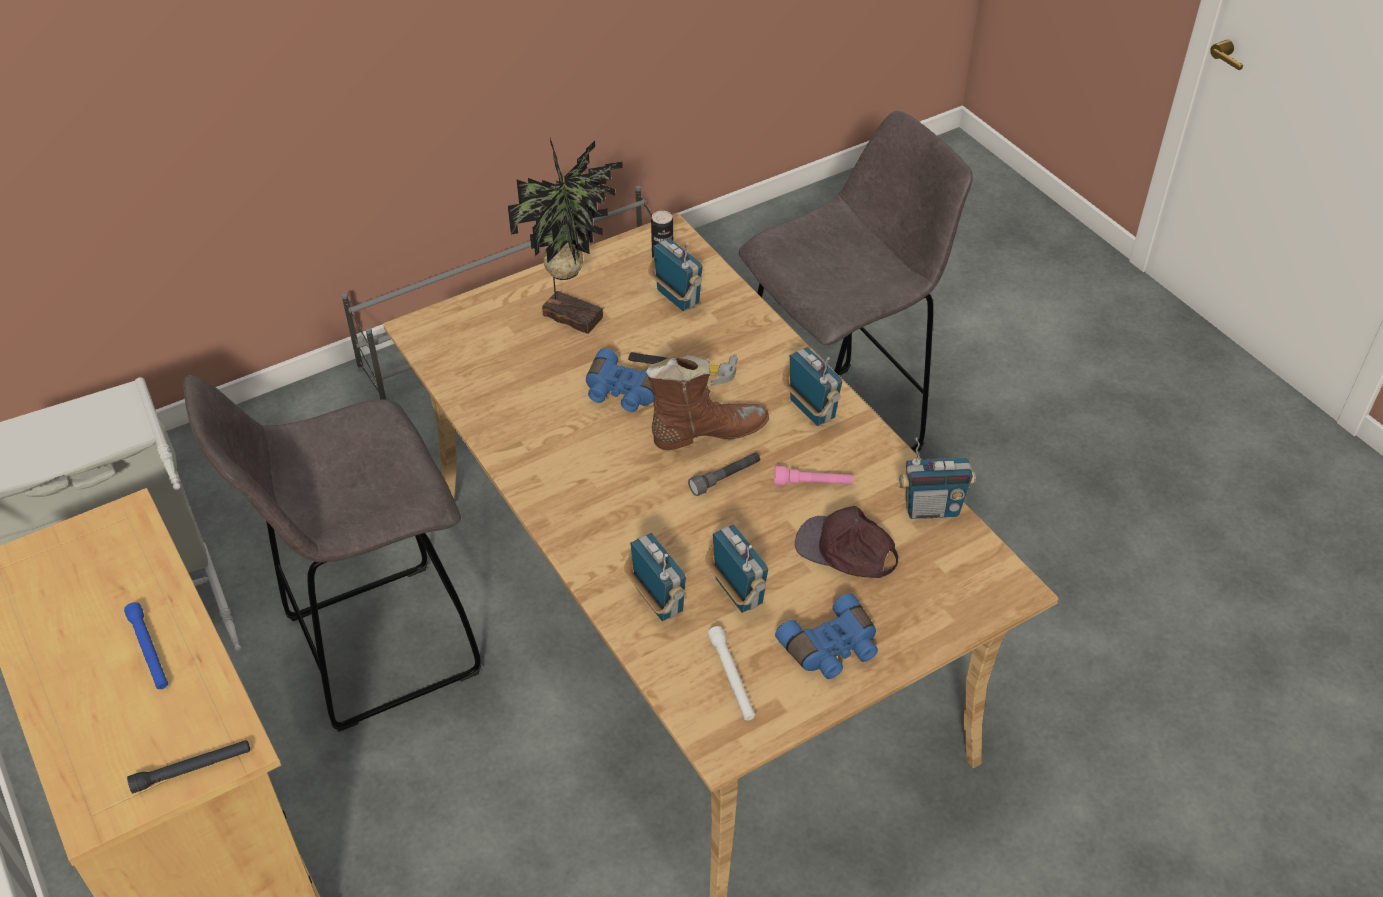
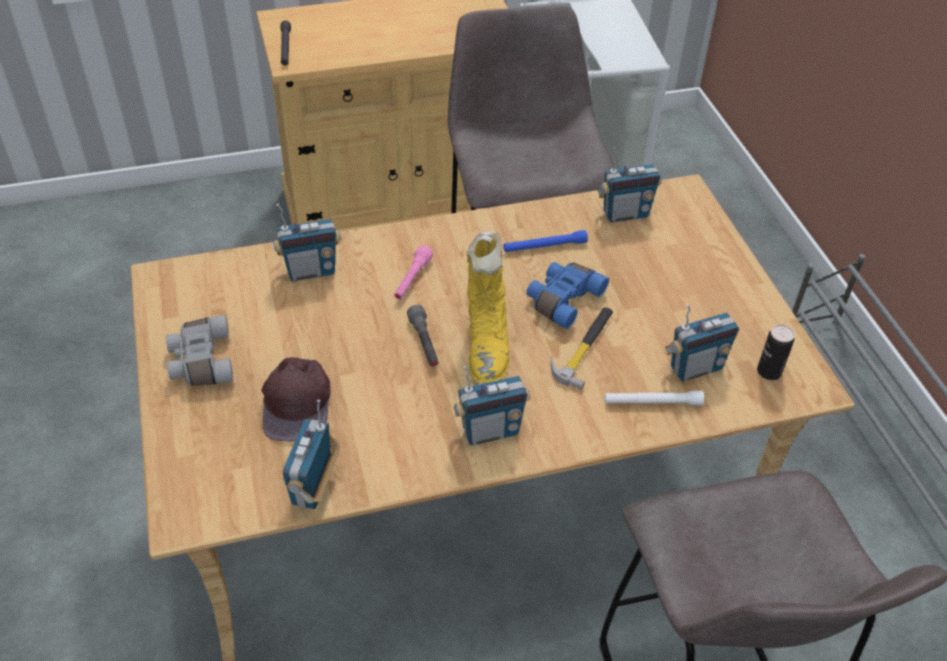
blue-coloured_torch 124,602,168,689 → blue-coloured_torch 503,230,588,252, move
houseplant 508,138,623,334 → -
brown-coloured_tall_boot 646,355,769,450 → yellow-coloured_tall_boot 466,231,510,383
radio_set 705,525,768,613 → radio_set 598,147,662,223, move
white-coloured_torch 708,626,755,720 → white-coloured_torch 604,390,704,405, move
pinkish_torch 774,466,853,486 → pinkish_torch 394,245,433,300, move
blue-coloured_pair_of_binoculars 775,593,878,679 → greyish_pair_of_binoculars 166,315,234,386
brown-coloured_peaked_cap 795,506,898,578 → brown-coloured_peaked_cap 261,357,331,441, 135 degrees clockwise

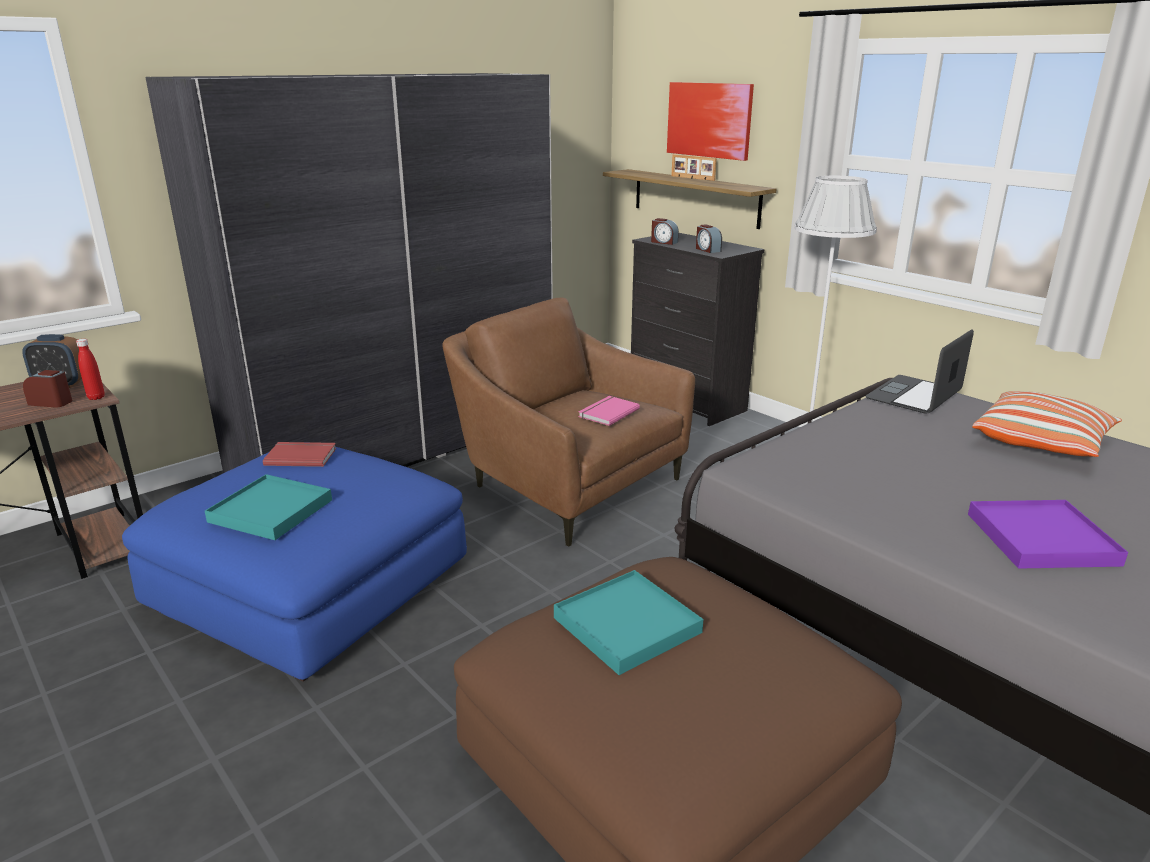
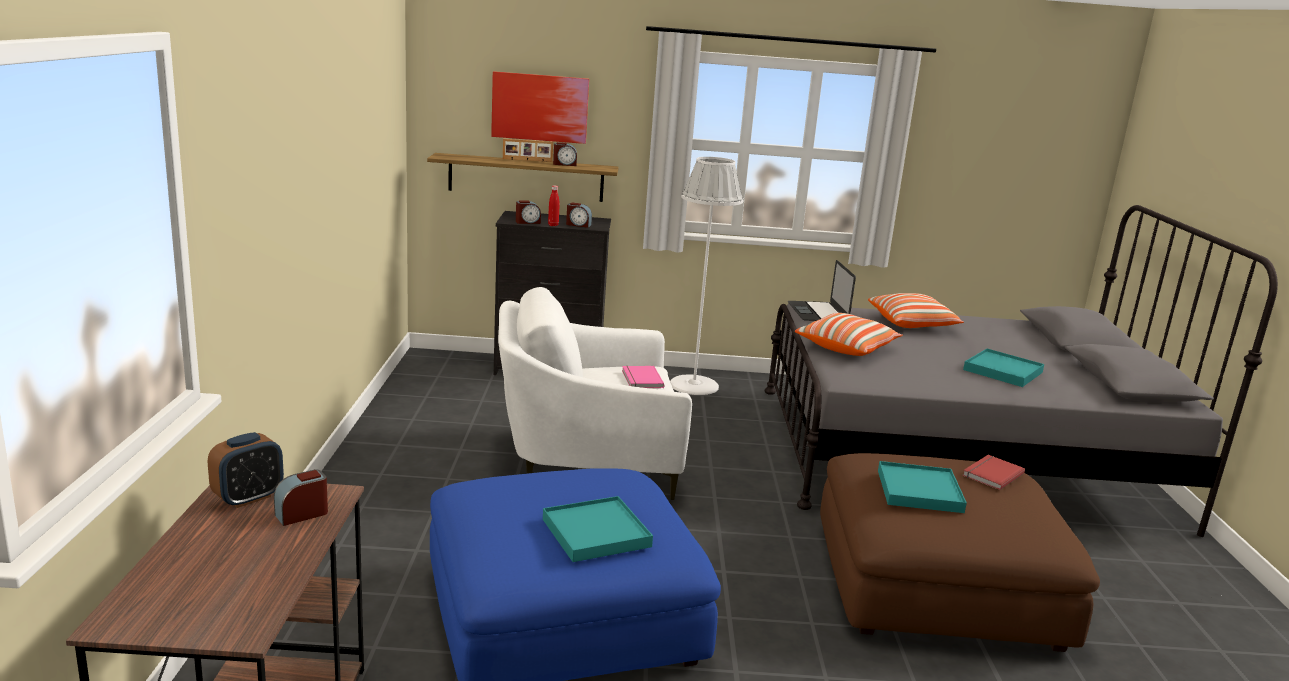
red_beverage_bottle 76,339,105,400 → red_beverage_bottle 548,185,560,226, move
greyish_wardrobe 146,73,553,473 → -
red_book 263,442,336,467 → red_book 963,455,1025,490, move
brown-coloured_armchair 442,298,695,547 → white-coloured_armchair 498,287,692,500
purplish_serving_tray 968,500,1128,569 → turquoise-coloured_serving_tray 963,349,1044,387
- → bedside_clock 553,142,577,166
- → pillow 795,313,903,356

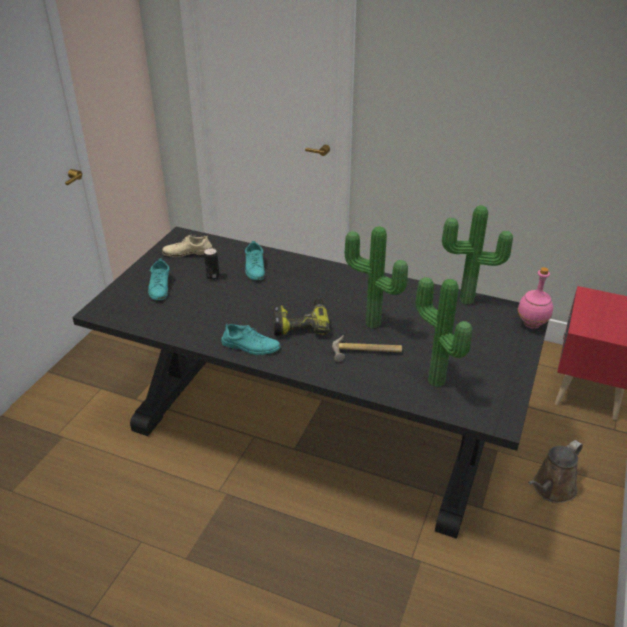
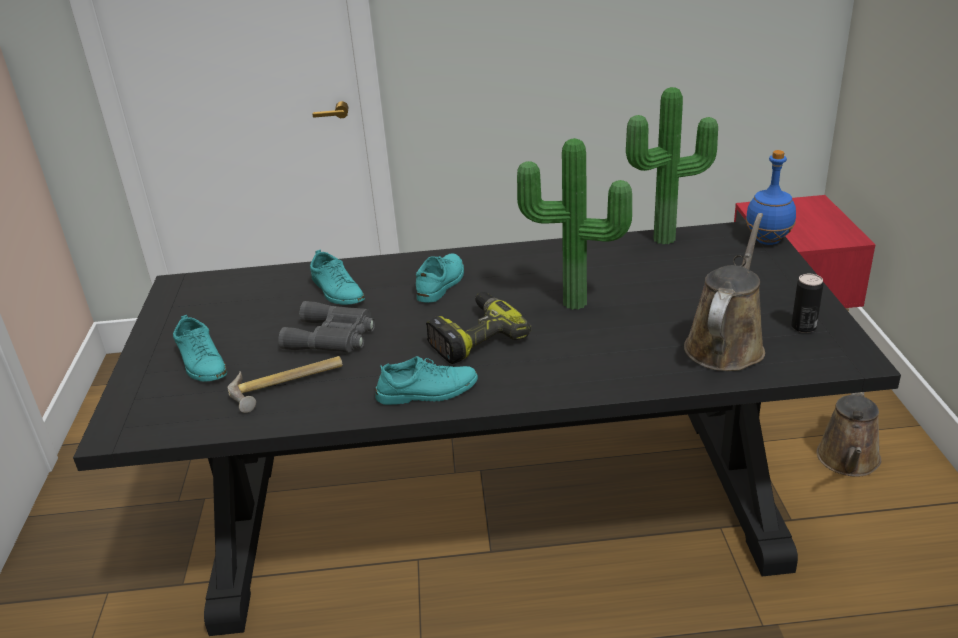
beige-coloured_low_shoe 162,235,213,257 → -
can 204,248,220,280 → can 791,274,823,333, move
hammer 332,335,402,362 → hammer 228,356,343,413, move
houseplant 416,277,472,387 → brown-coloured_sprinkling_can 684,213,765,371
pinkish_beverage_bottle 517,267,553,329 → blue-coloured_beverage_bottle 746,150,796,245
- → greyish_pair_of_binoculars 278,301,375,352
- → turquoise-coloured_low_shoe 416,254,464,303

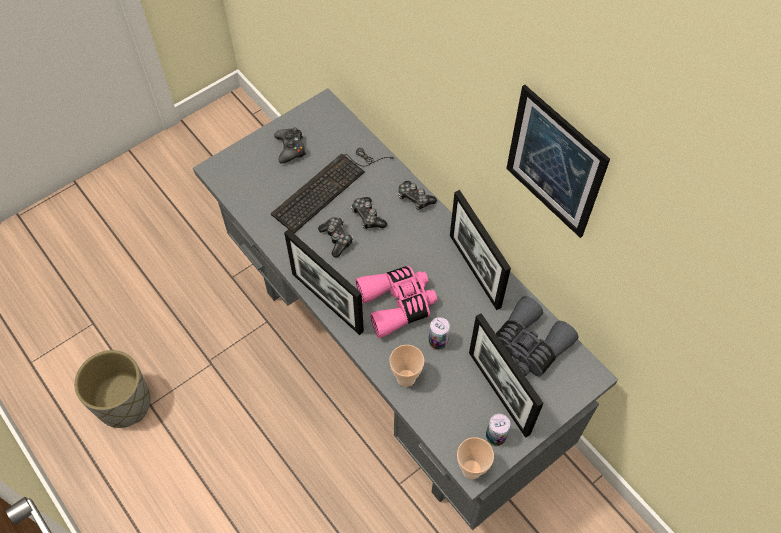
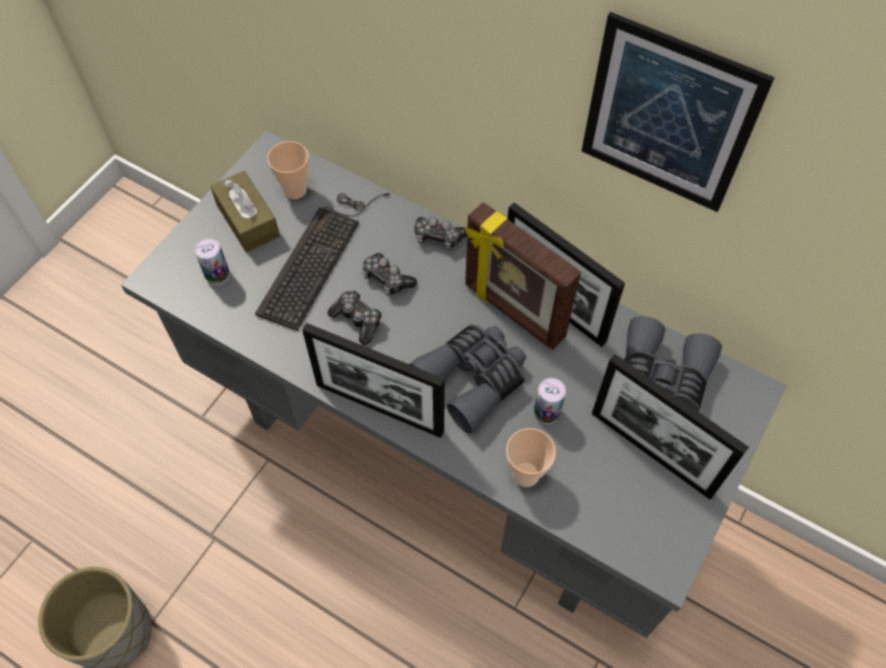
black-coloured_joypad 274,128,306,164 → brown-coloured_tissue_box 210,171,280,252
pinkish_pair_of_binoculars 355,266,437,338 → greyish_pair_of_binoculars 409,325,526,434
small_cup 457,437,494,479 → small_cup 267,141,309,199, move
can 486,414,510,447 → can 195,238,230,286, move
- → standing_frame 465,202,581,350

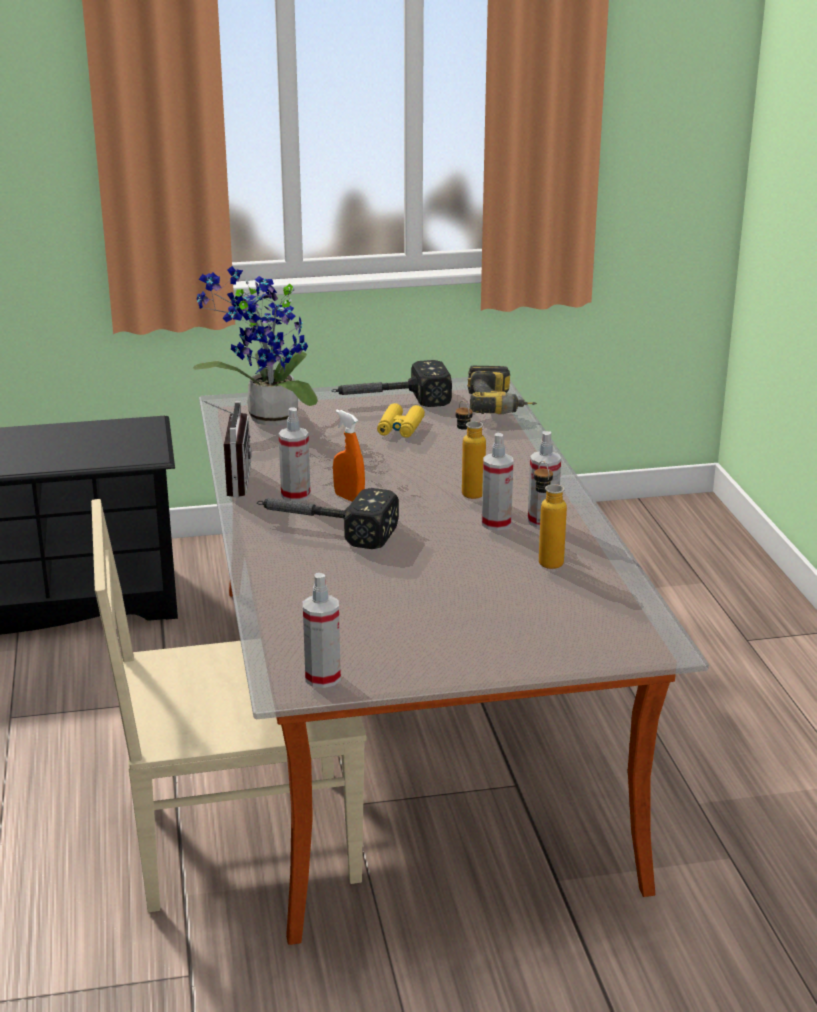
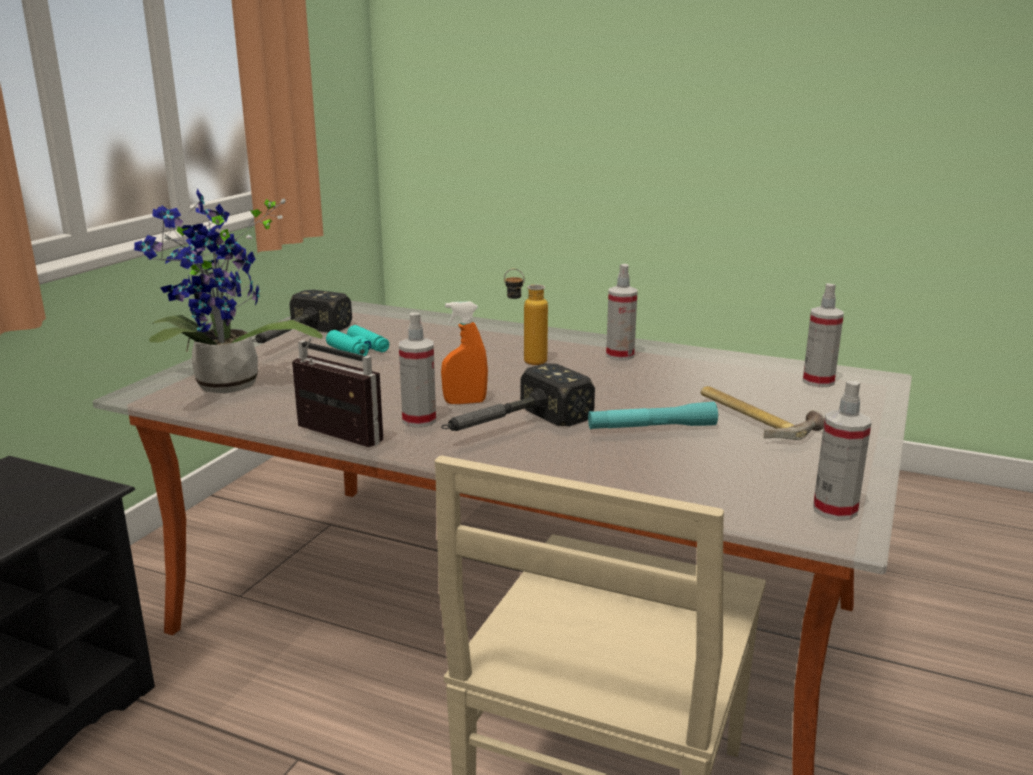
yellow-coloured_pair_of_binoculars 377,403,425,437 → turquoise-coloured_pair_of_binoculars 326,325,389,356
drill 467,366,537,414 → -
sprayer 482,433,514,531 → sprayer 803,283,844,387, move
beverage_bottle 534,461,567,569 → -
- → turquoise-coloured_torch 588,402,718,429
- → hammer 700,386,824,440

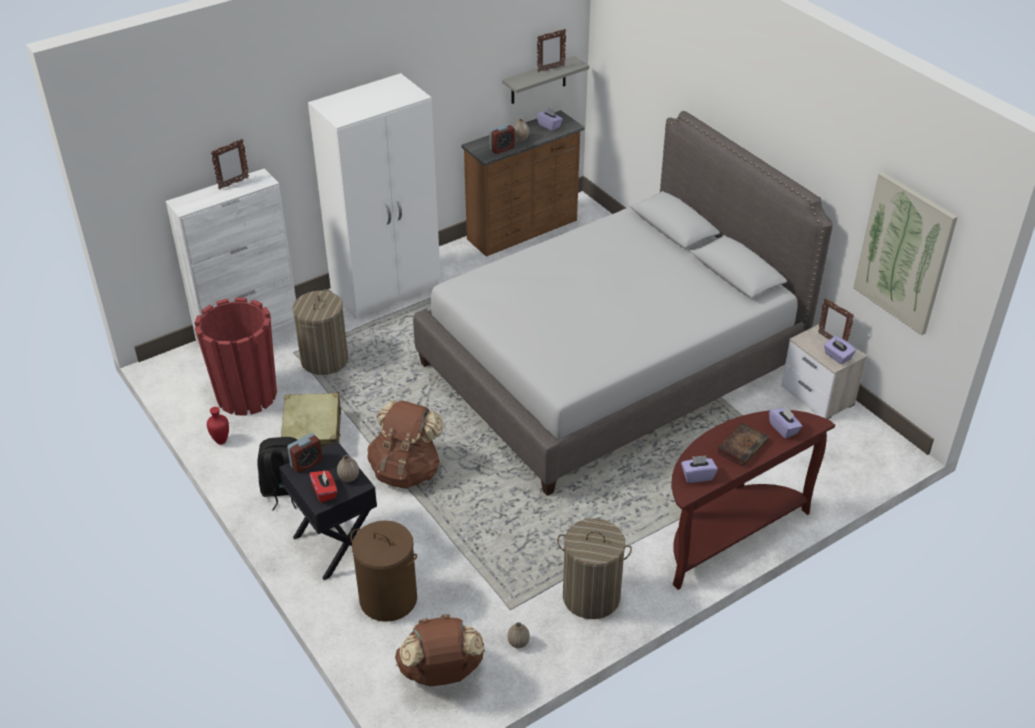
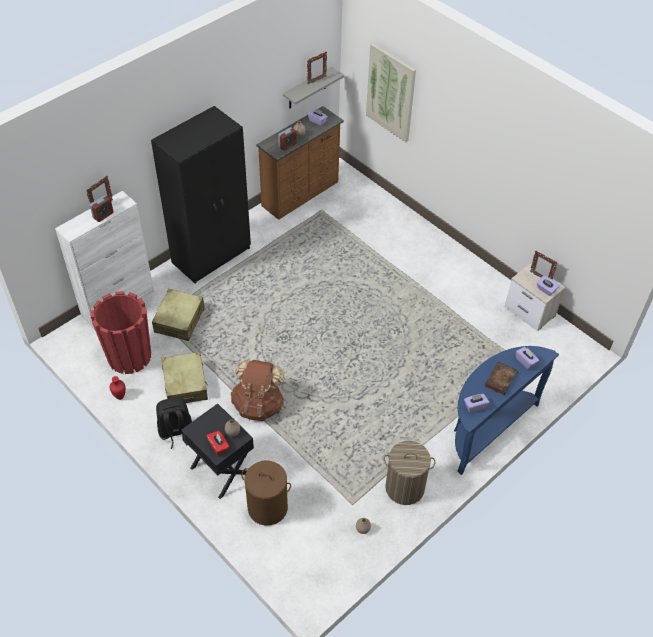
bedside_clock 287,433,323,473 → bedside_clock 90,195,114,222, move
laundry_basket 293,289,349,375 → beige-coloured_travel_case 152,289,205,341
white-coloured_wardrobe 308,73,441,319 → black-coloured_wardrobe 151,106,251,283
brown-coloured_knapsack 395,614,485,686 → -
greyish_bedroom_bed 413,111,833,496 → -
brown-coloured_narrow_table 671,410,835,590 → blue-coloured_narrow_table 454,346,559,475
wall_art 853,172,958,335 → wall_art 366,43,416,142, move

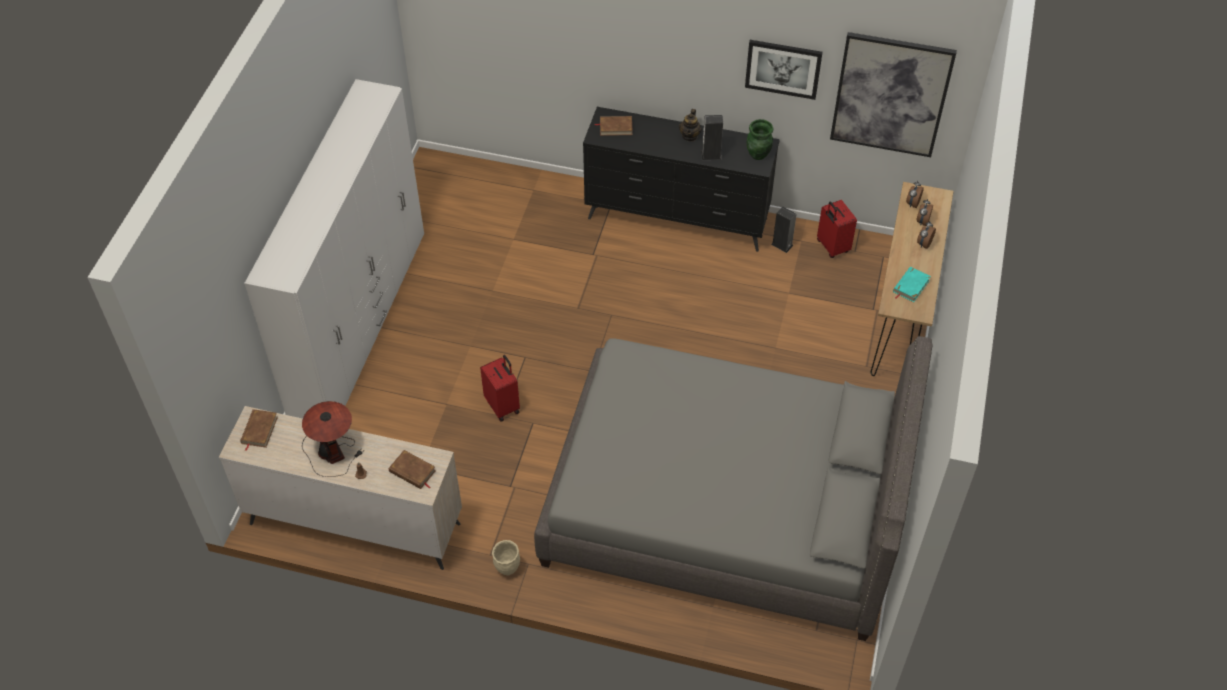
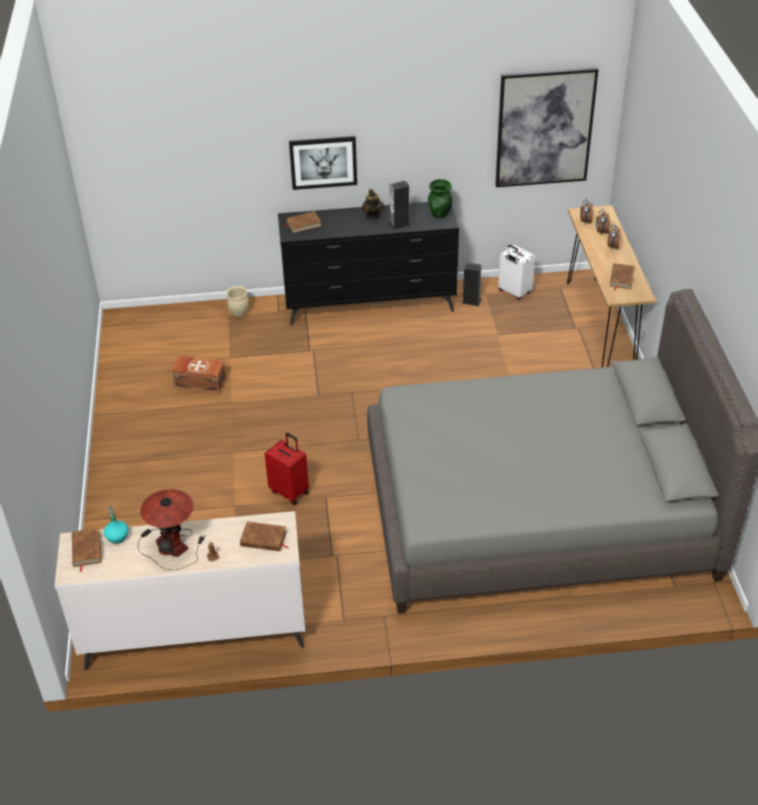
white-coloured_wardrobe 244,79,424,419 → -
beige-coloured_planter 492,540,520,575 → beige-coloured_planter 226,286,249,317, move
wall_art 745,40,823,100 → wall_art 289,136,357,190, move
red_travel_case 817,200,857,258 → white-coloured_travel_case 498,245,535,300
turquoise-coloured_book 893,267,931,302 → brown-coloured_book 610,263,635,290
- → turquoise-coloured_beverage_bottle 104,504,128,544
- → brown-coloured_storage_container 171,356,226,394

